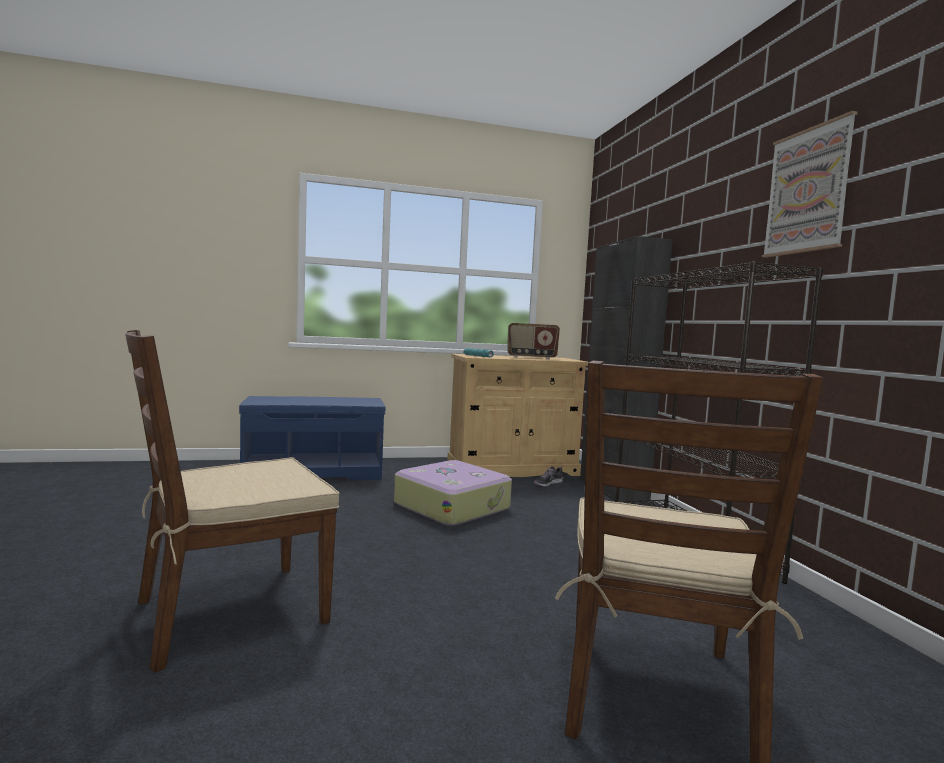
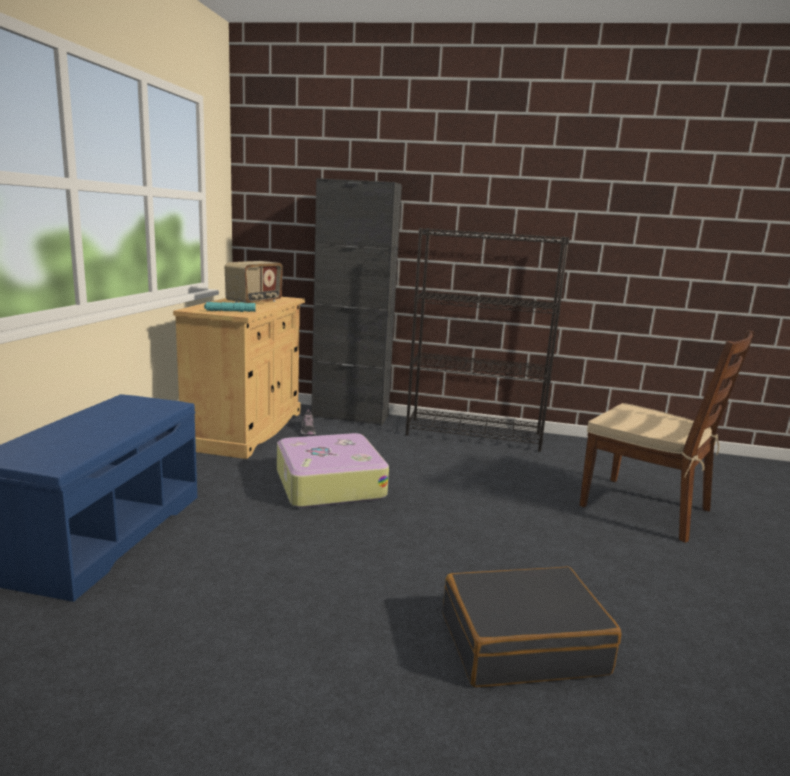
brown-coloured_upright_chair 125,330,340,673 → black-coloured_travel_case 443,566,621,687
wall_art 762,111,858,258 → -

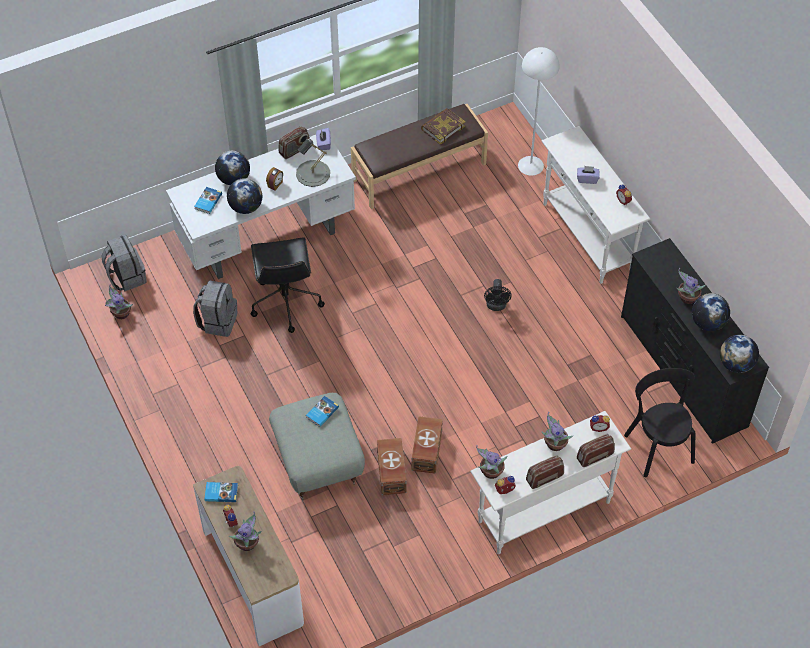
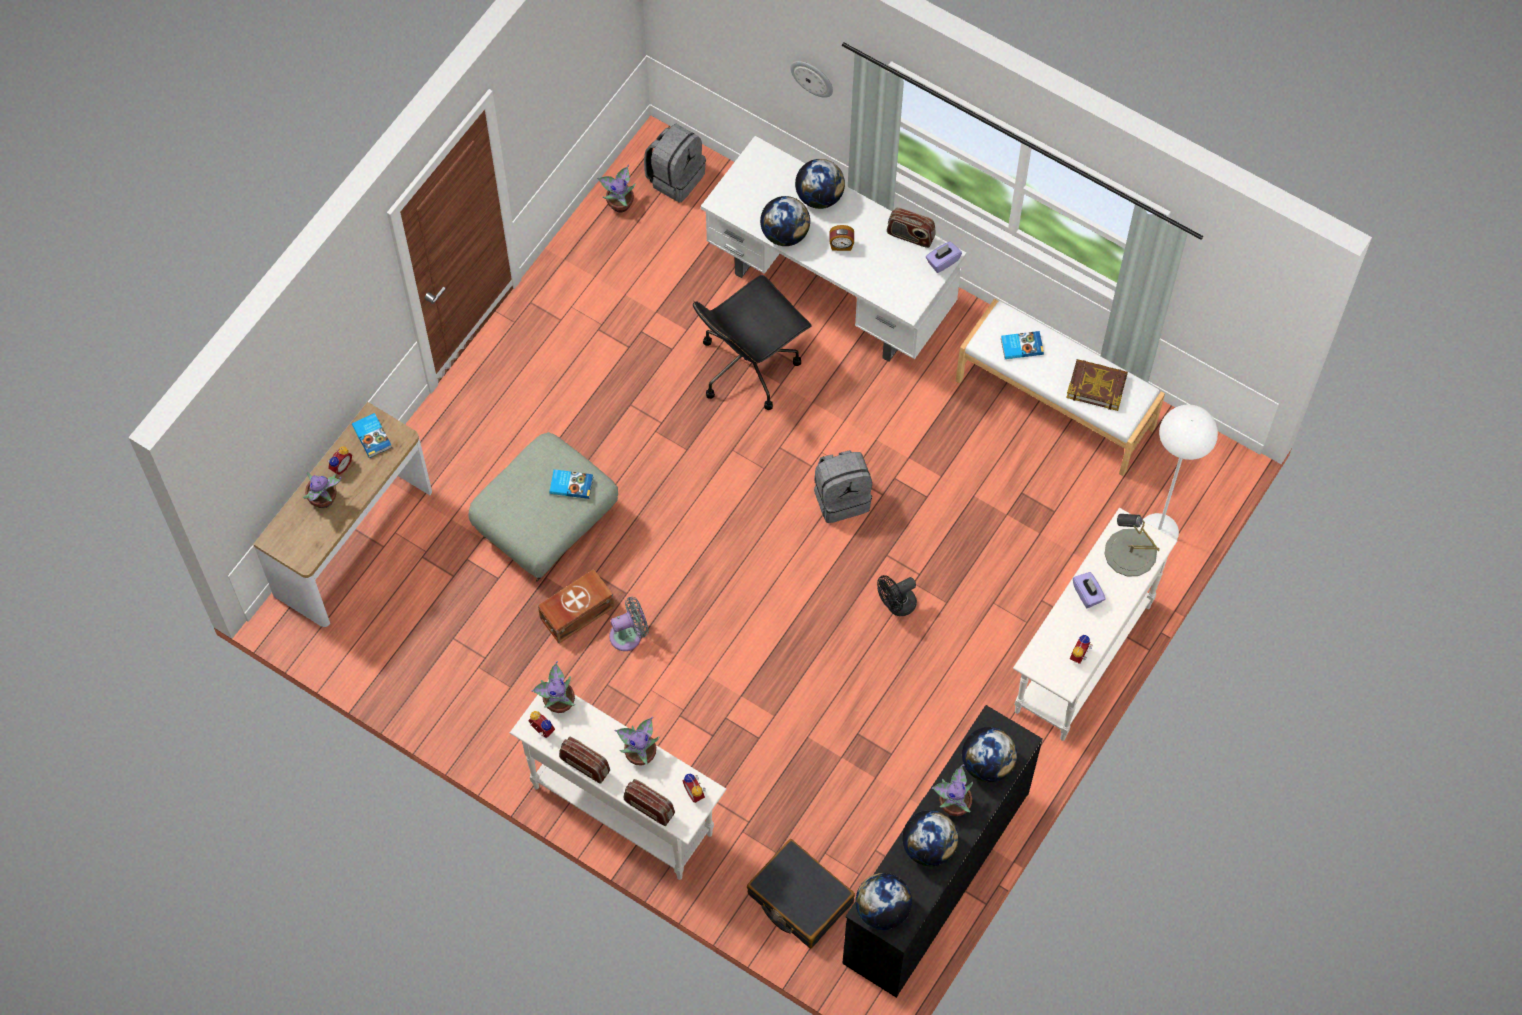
greyish_knapsack 193,280,237,337 → greyish_knapsack 814,450,872,523, move
book 194,187,222,214 → book 1001,331,1044,359, move
greyish_table_lamp 296,139,330,187 → greyish_table_lamp 1104,514,1160,577, move
brown-coloured_indoor_bench 351,104,488,209 → white-coloured_indoor_bench 956,299,1165,476
brown-coloured_storage_container 411,416,443,474 → greyish_electric_fan 609,597,649,651
black-coloured_upright_chair 624,368,696,477 → black-coloured_travel_case 747,839,855,949
- → hanging_clock 790,61,833,98
- → desk_globe 962,727,1017,782

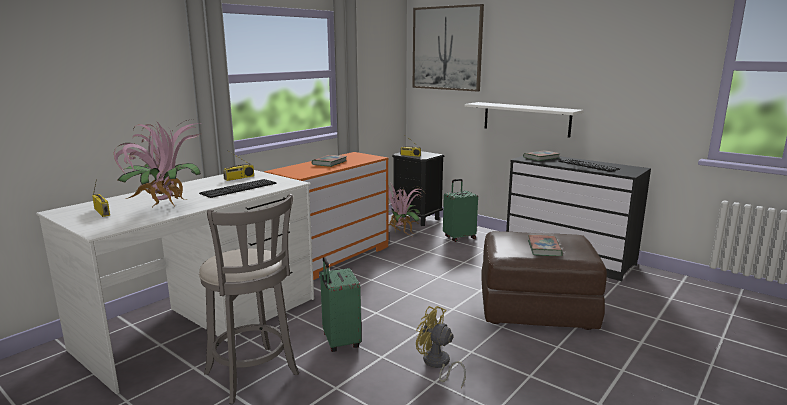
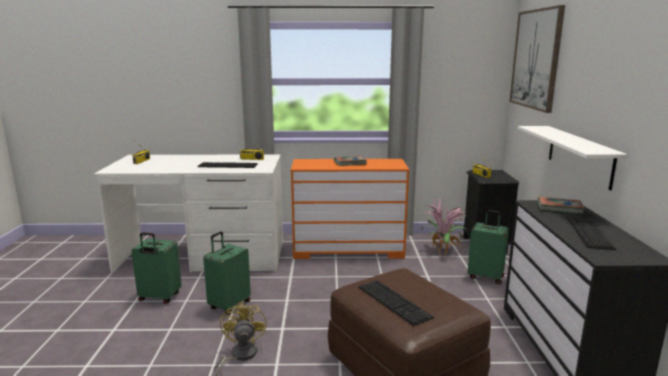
houseplant 113,119,201,208 → -
greyish_stool 199,194,299,404 → green-coloured_travel_case 132,232,182,304
book 528,235,563,256 → PC_keyboard 359,280,434,326

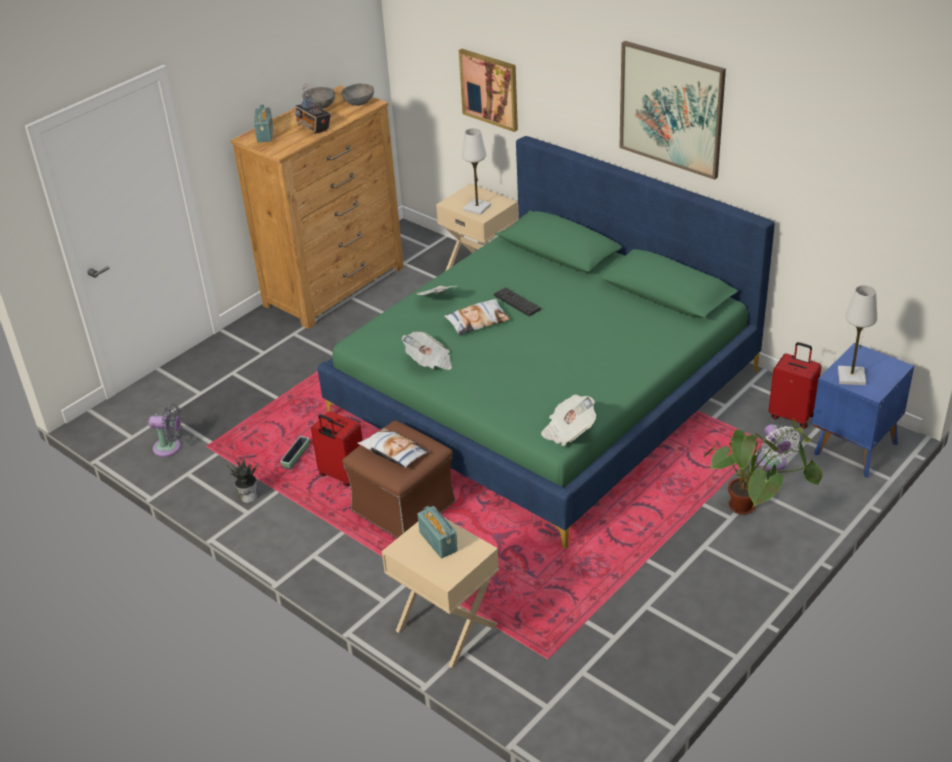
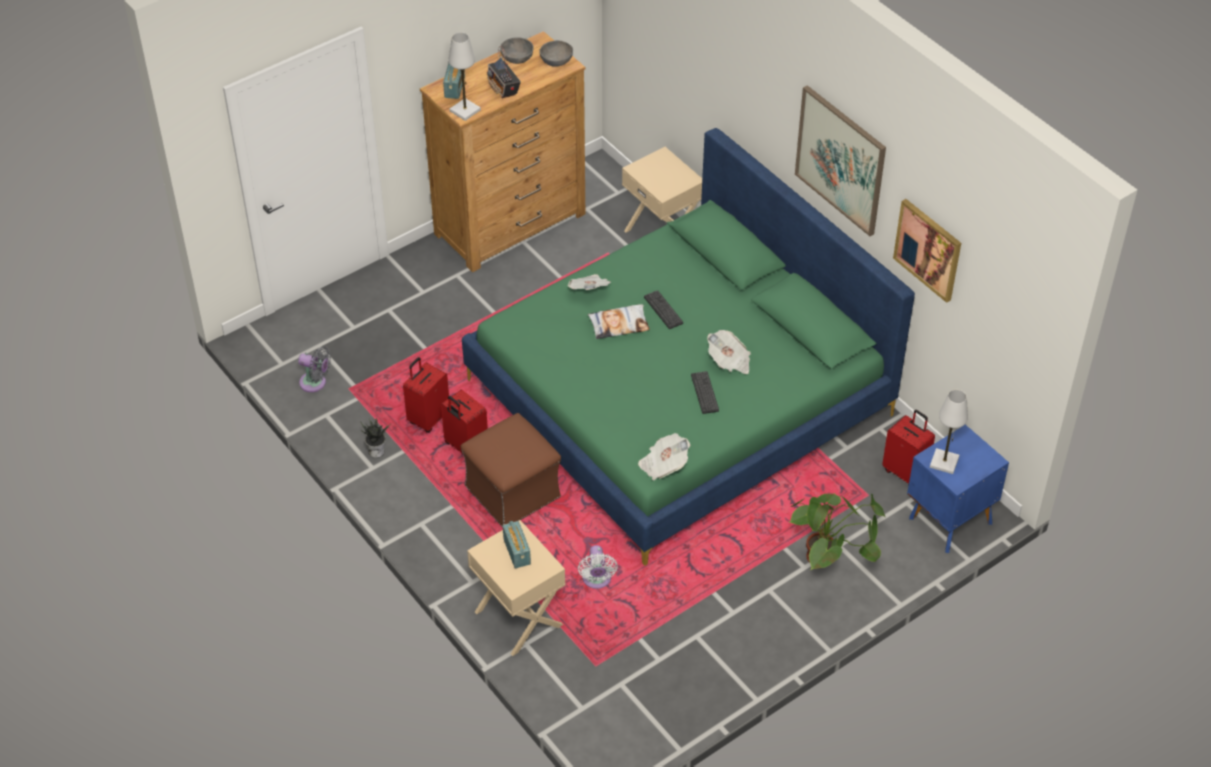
planter 280,436,309,469 → red_travel_case 403,357,449,433
pillow 358,428,429,468 → -
printed_paper 402,332,452,370 → printed_paper 707,330,751,374, move
wall_art 459,49,518,132 → wall_art 893,199,961,303, move
white-coloured_table_lamp 462,128,491,215 → white-coloured_table_lamp 449,32,481,121, move
white-coloured_electric_fan 756,424,800,471 → white-coloured_electric_fan 578,545,618,589, move
- → PC_keyboard 691,371,719,414

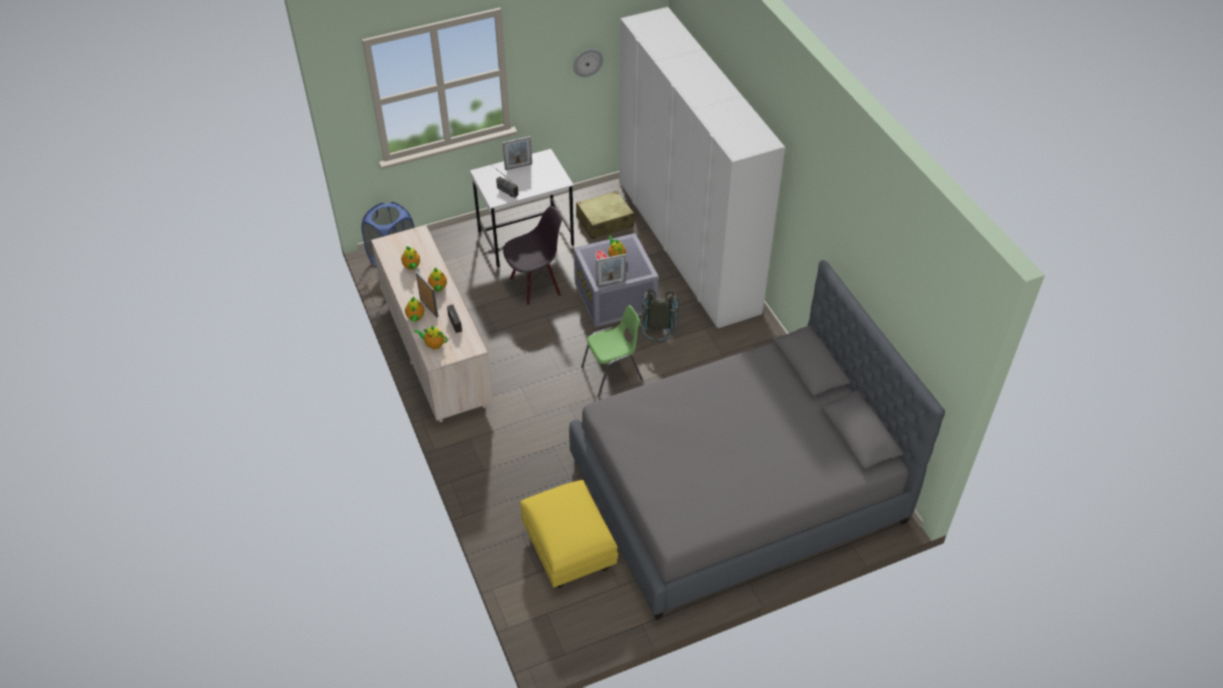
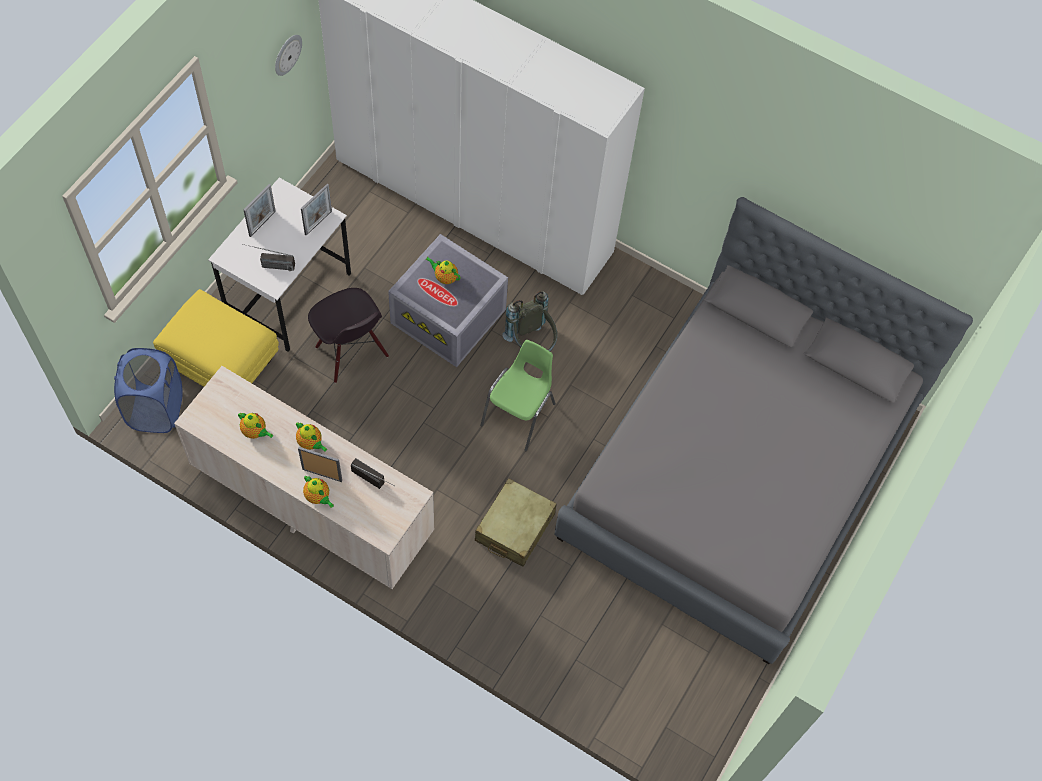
tea_pot 414,326,447,349 → -
black-coloured_upright_chair 503,206,562,306 → black-coloured_upright_chair 308,288,389,383, 120 degrees clockwise
yellow-coloured_ottoman 520,480,618,588 → yellow-coloured_ottoman 153,289,279,387, move
beige-coloured_travel_case 576,191,634,239 → beige-coloured_travel_case 475,478,557,567, move
standing_frame 596,254,626,287 → standing_frame 301,184,332,236, move

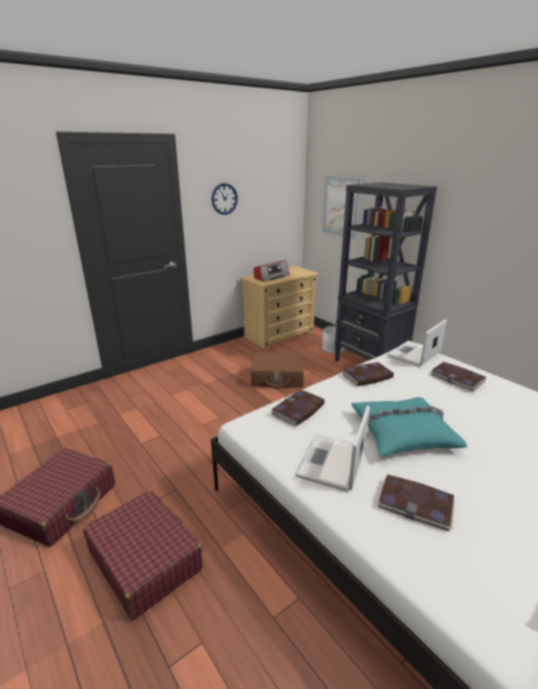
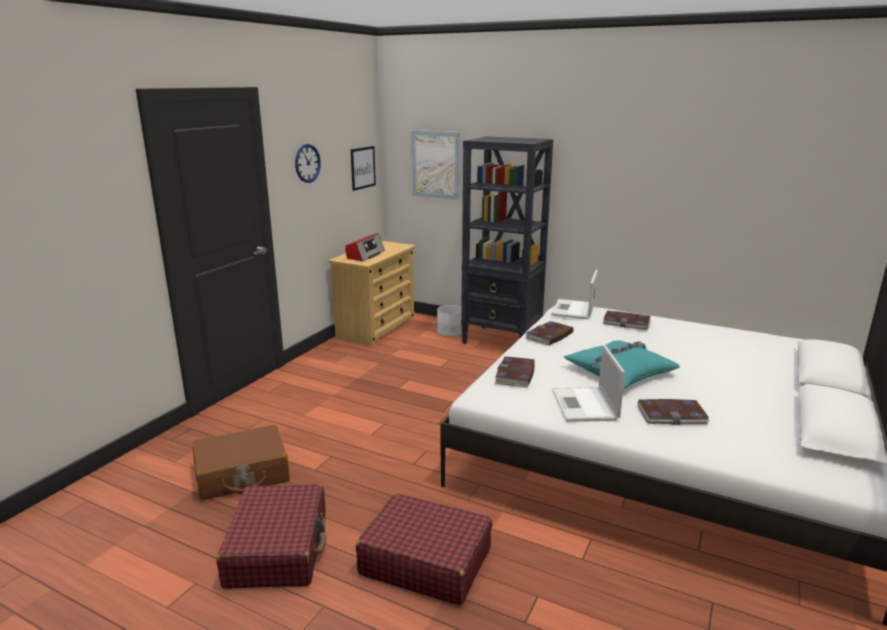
brown-coloured_travel_case 250,352,304,389 → brown-coloured_travel_case 193,425,290,500, move
- → wall_art 351,146,376,191

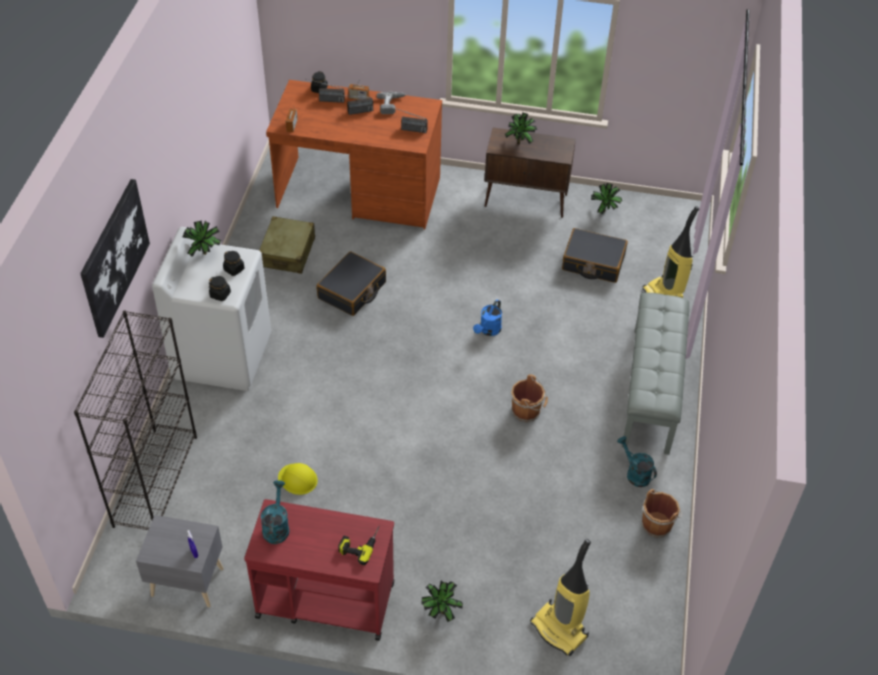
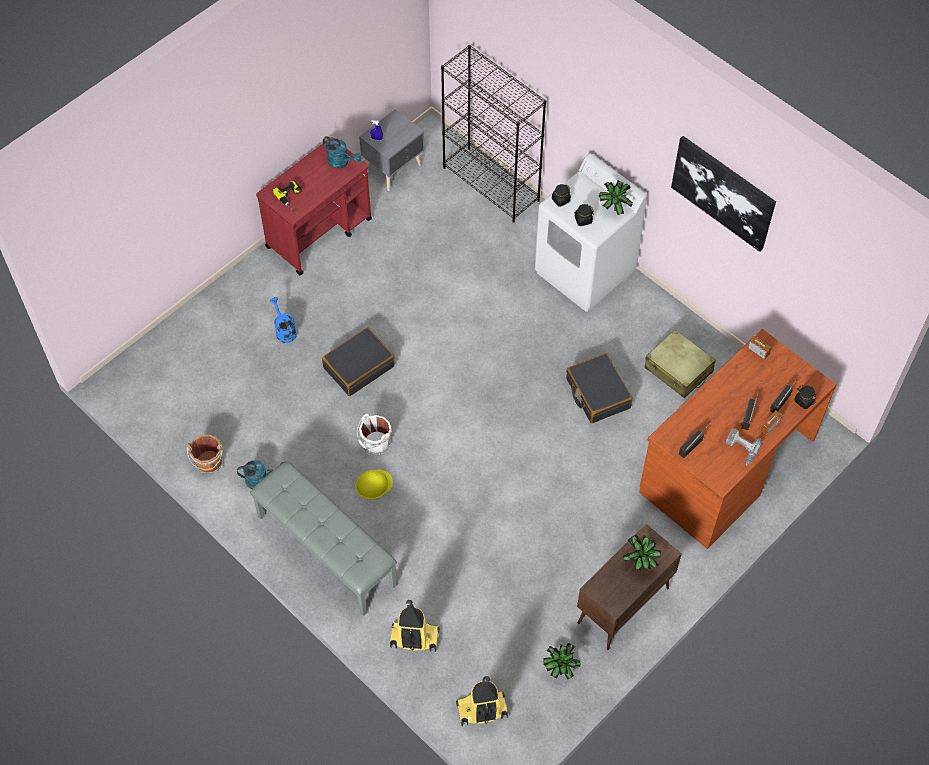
wall_art 80,179,150,338 → wall_art 671,136,776,252, move
yellow-coloured_work_helmet 278,463,318,495 → yellow-coloured_work_helmet 356,470,393,499, move
houseplant 422,581,463,622 → -
blue-coloured_sprinkling_can 473,300,502,336 → blue-coloured_sprinkling_can 270,297,297,343, move
brown-coloured_pail 511,375,548,422 → white-coloured_pail 357,414,392,455
hoover 530,539,591,656 → hoover 456,676,508,726, move
black-coloured_travel_case 562,228,628,283 → black-coloured_travel_case 322,327,395,396, move

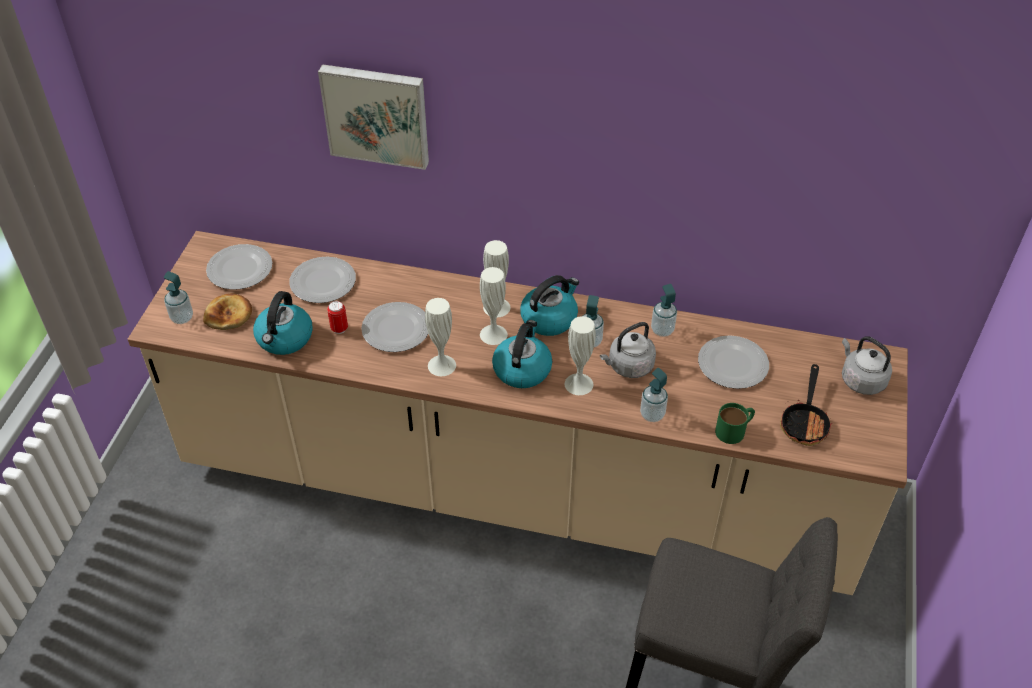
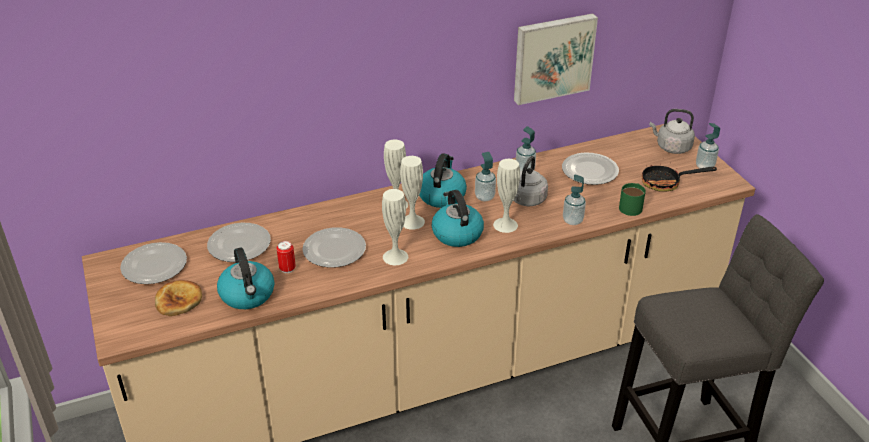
soap_dispenser 164,271,193,324 → soap_dispenser 696,123,720,169, move
wall_art 318,64,429,170 → wall_art 514,13,598,105, move
frying_pan 780,364,832,446 → frying_pan 642,165,717,192, 105 degrees clockwise

